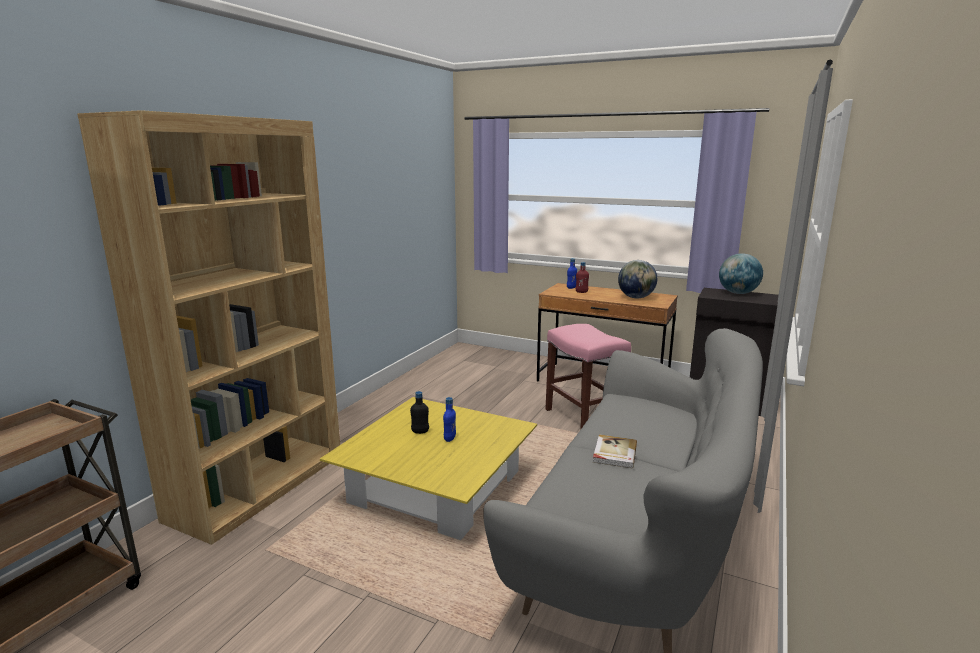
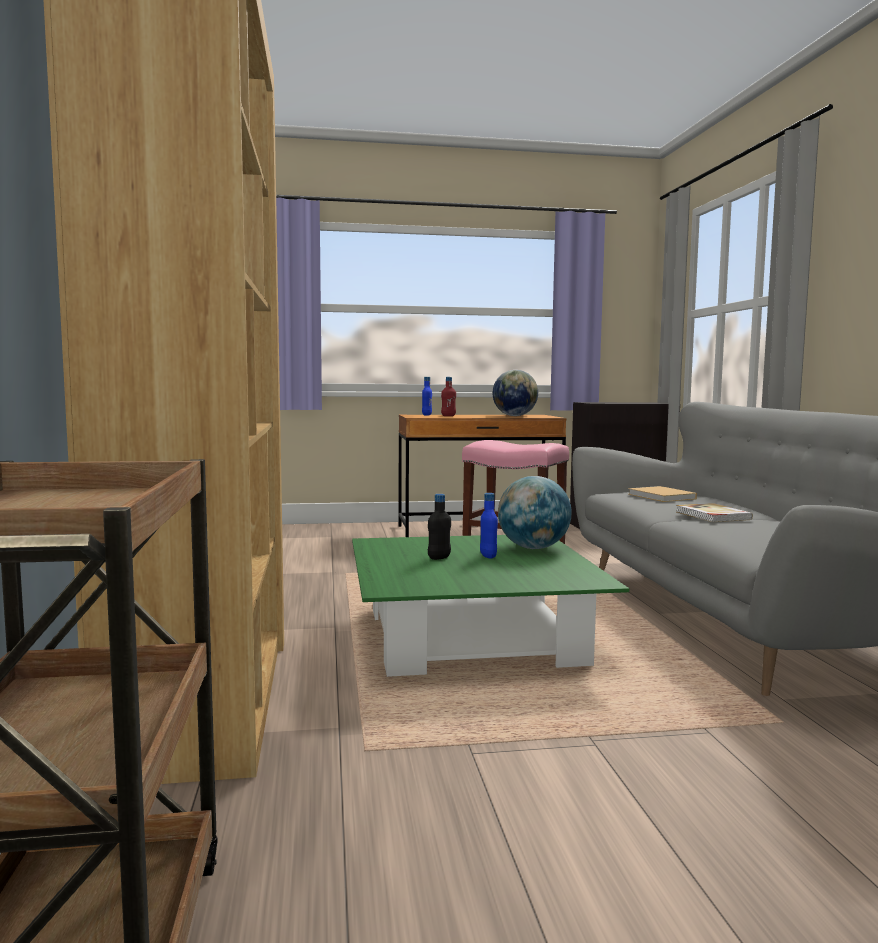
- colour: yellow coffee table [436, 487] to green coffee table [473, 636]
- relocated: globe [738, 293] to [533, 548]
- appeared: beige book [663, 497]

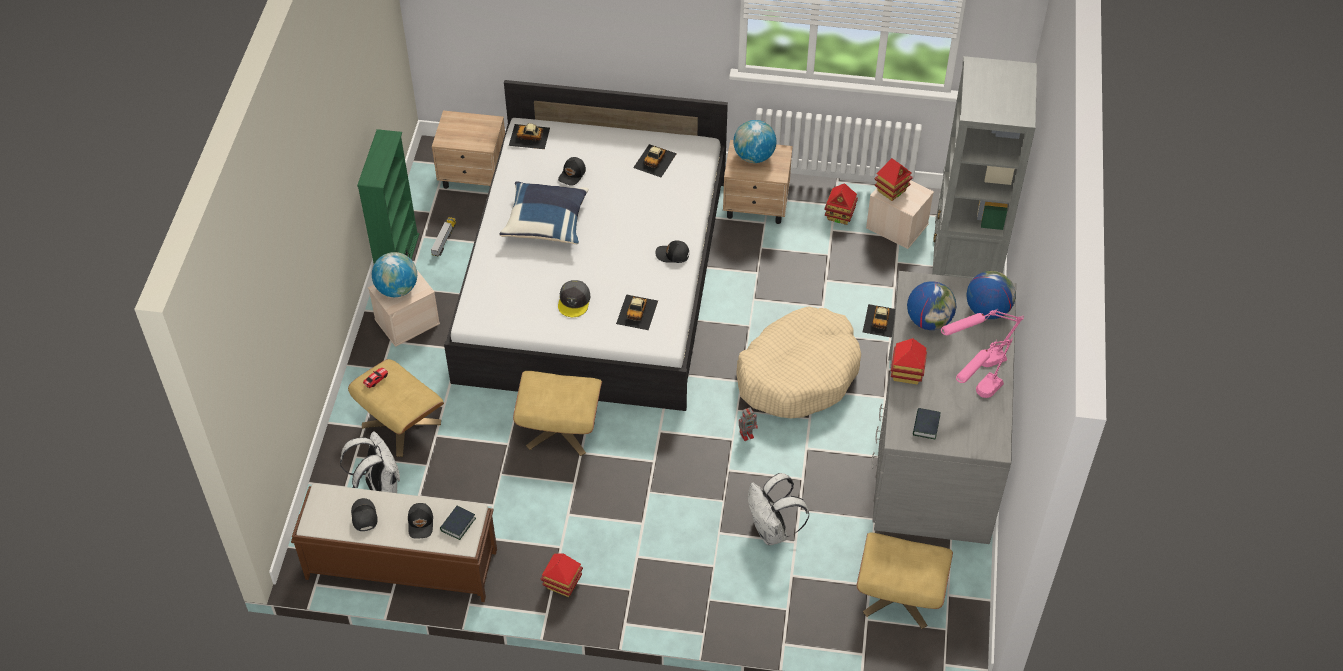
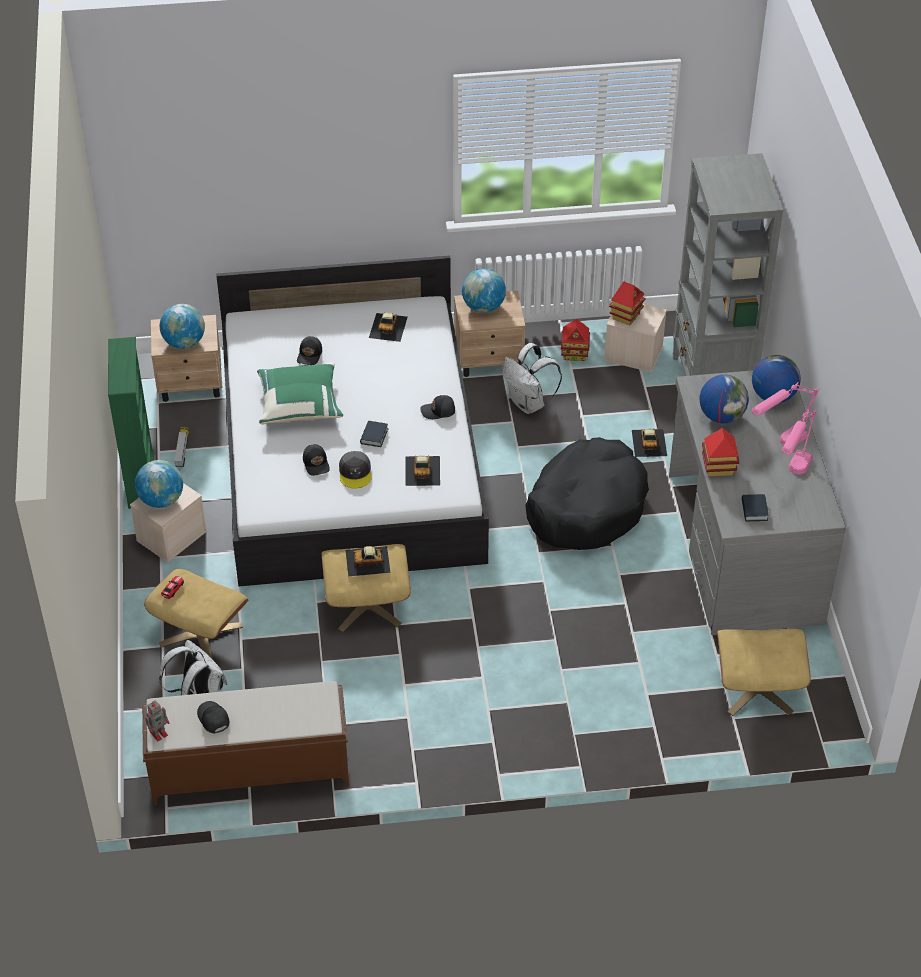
- relocated: black cap [421, 523] to [316, 463]
- relocated: book [458, 524] to [374, 436]
- colour: blue pillow [546, 223] to green pillow [300, 405]
- relocated: toy car [529, 136] to [368, 561]
- missing: toy house [562, 584]
- colour: beige dog bed [798, 373] to black dog bed [586, 507]
- relocated: toy robot [747, 434] to [159, 733]
- relocated: white backpack [772, 531] to [529, 404]
- appeared: globe [184, 342]

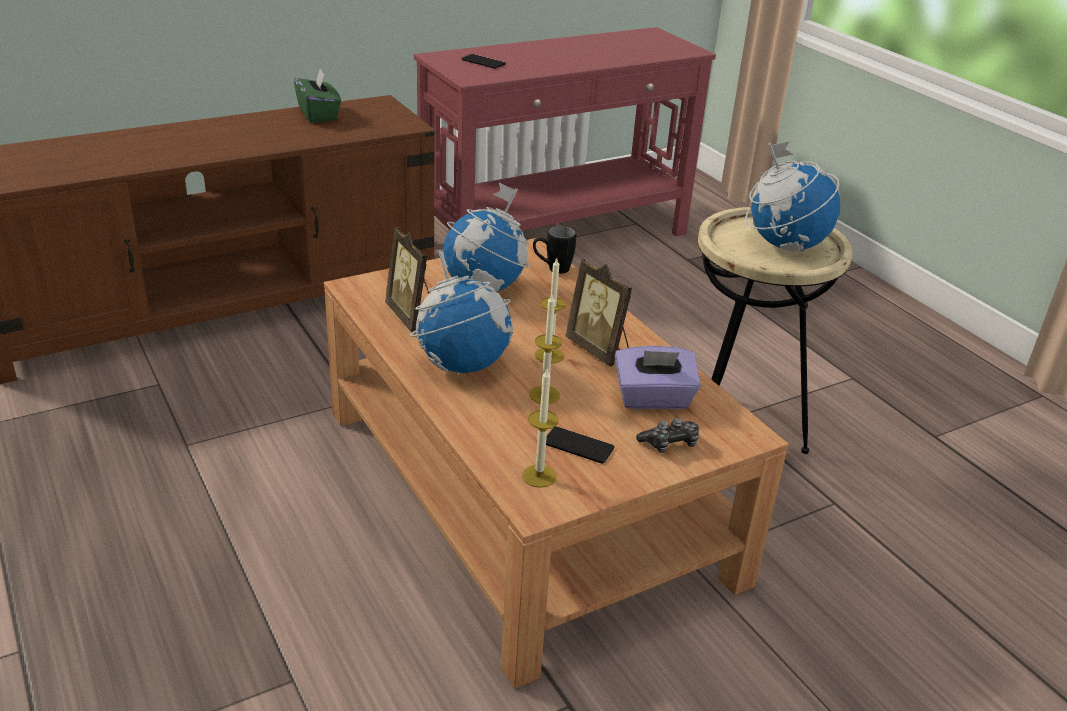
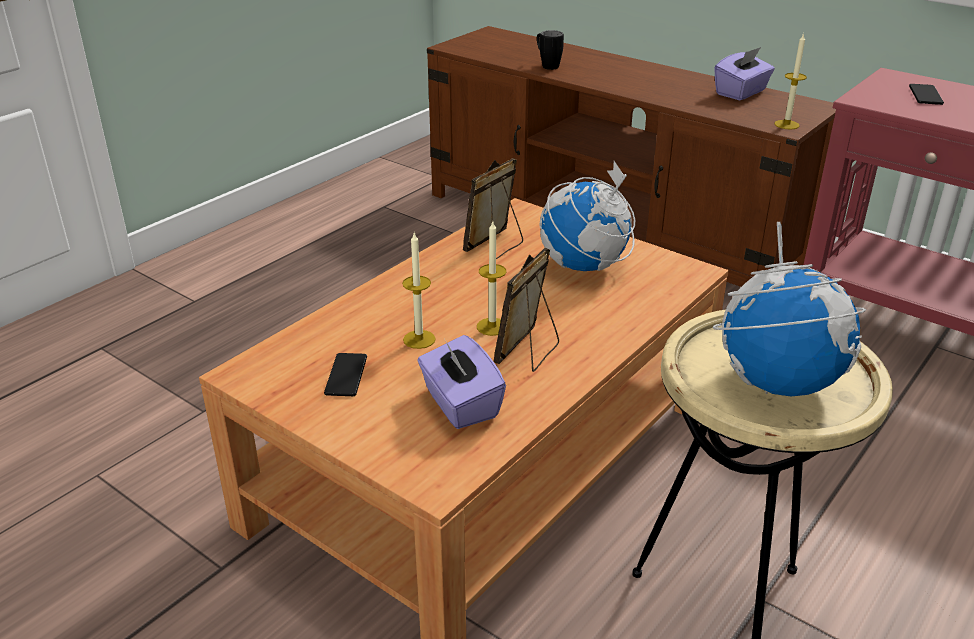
- colour: green tissue box [319, 114] to purple tissue box [741, 92]
- missing: globe [462, 364]
- relocated: candle [539, 476] to [786, 124]
- relocated: black mug [552, 269] to [547, 65]
- missing: game controller [669, 443]

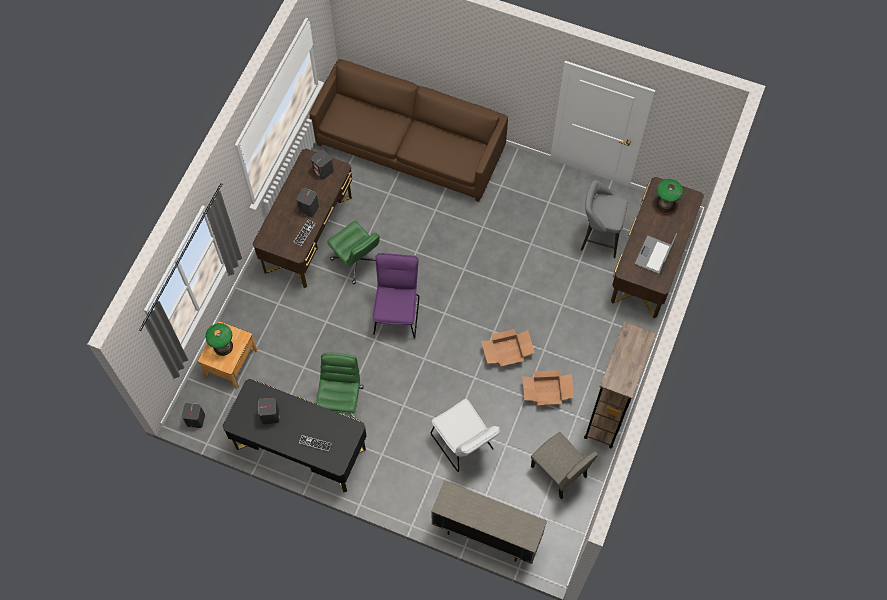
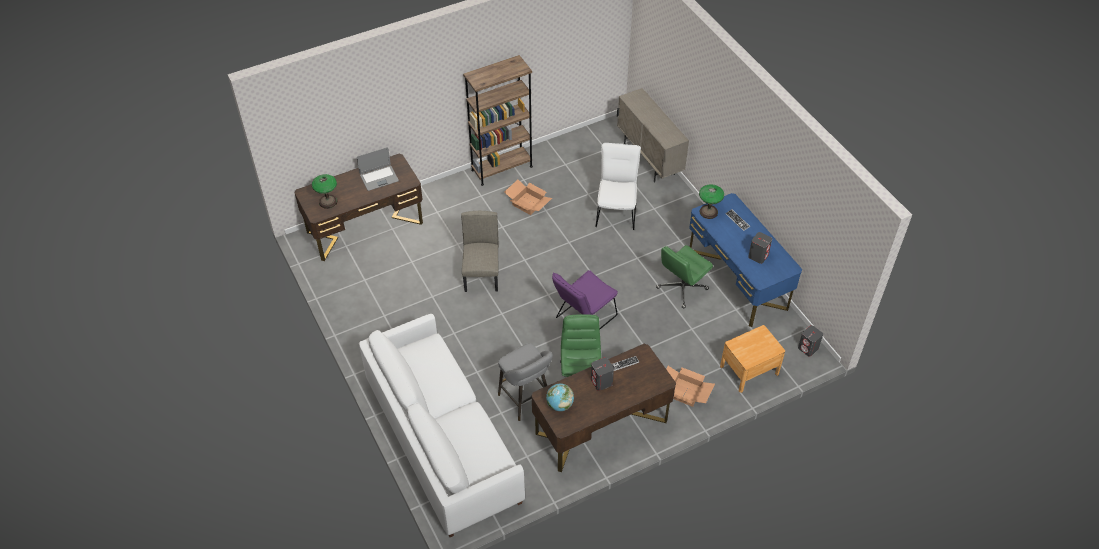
- relocated: table lamp [223, 346] to [708, 212]
- colour: black desk [300, 448] to blue desk [737, 279]
- colour: brown sofa [410, 147] to white sofa [442, 439]
- exchanged: grey speaker [323, 171] to globe [559, 405]
- relocated: cardboard box [507, 351] to [684, 392]
- relocated: beige chair [558, 471] to [482, 276]
- relocated: grey stool [598, 238] to [526, 400]

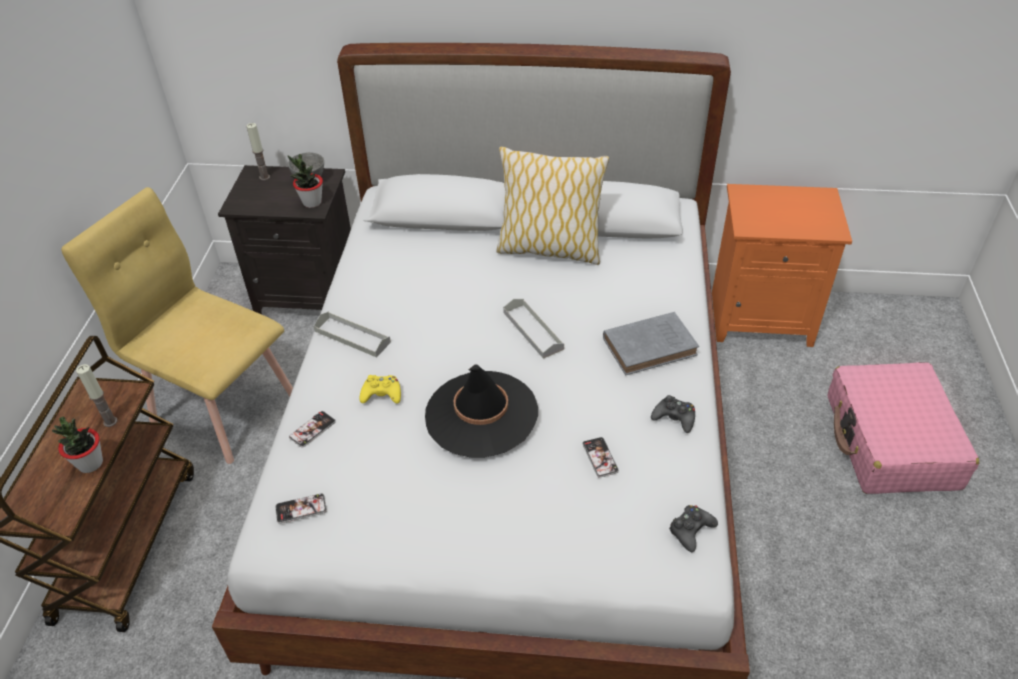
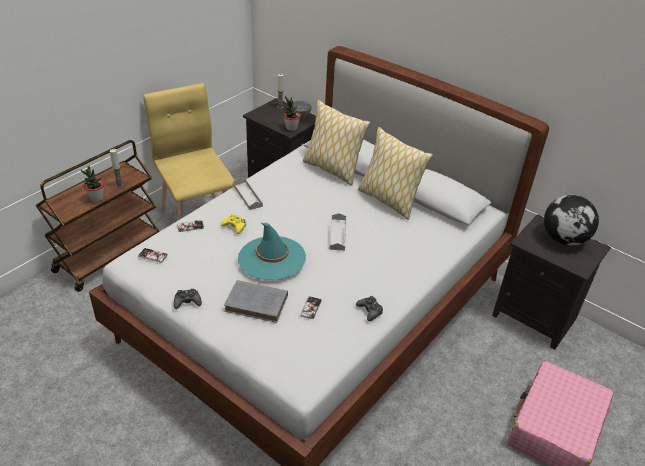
- colour: black hat [481, 414] to turquoise hat [271, 258]
- relocated: grey book [651, 346] to [258, 304]
- relocated: black game controller [691, 530] to [187, 301]
- colour: orange nightstand [762, 317] to black nightstand [535, 317]
- appeared: pillow [332, 169]
- appeared: globe [564, 239]

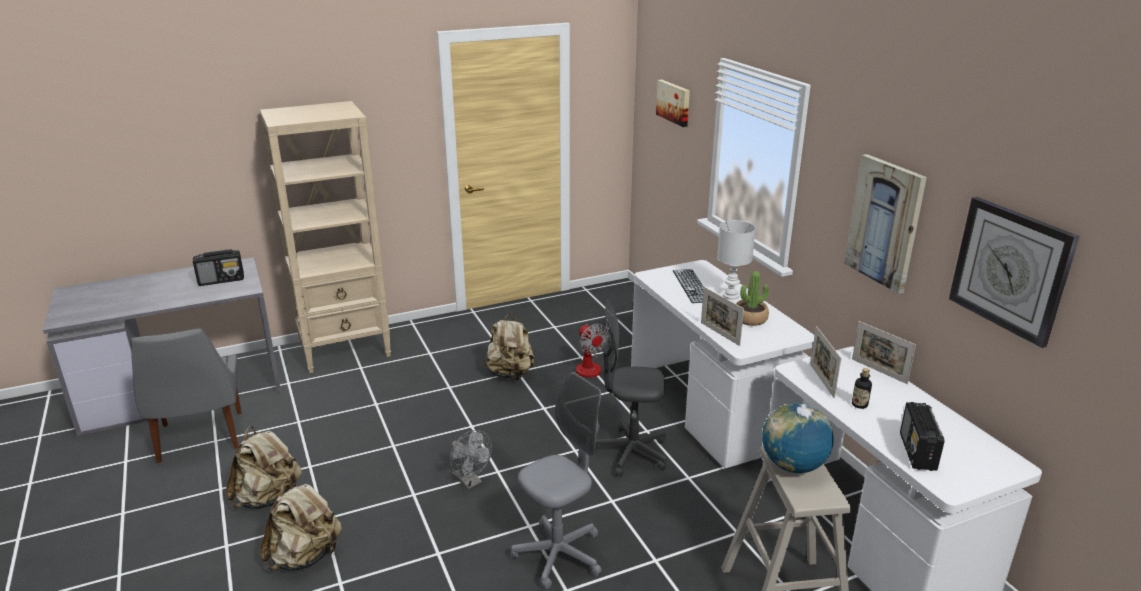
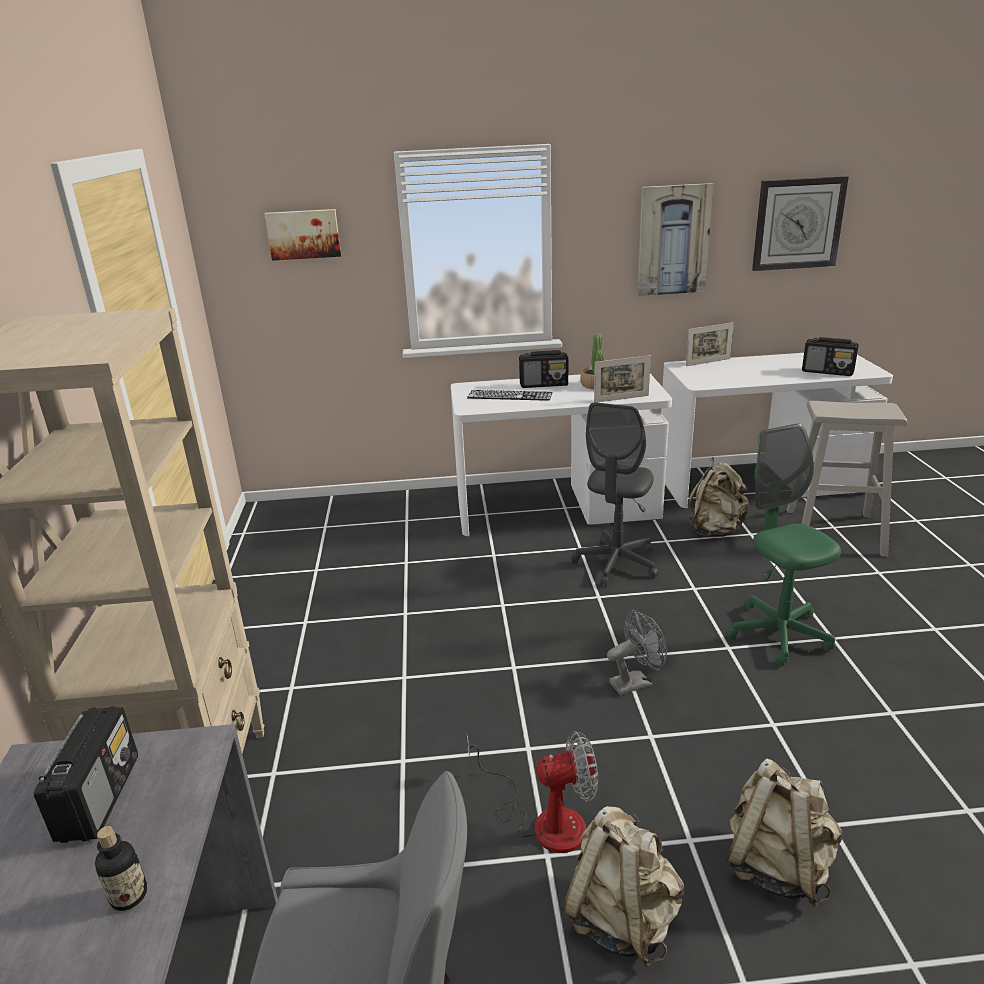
- relocated: beige backpack [510, 374] to [715, 530]
- colour: grey office chair [559, 555] to green office chair [778, 634]
- relocated: fan [592, 365] to [544, 820]
- exchanged: white table lamp [731, 295] to radio [544, 384]
- missing: globe [793, 466]
- missing: picture frame [822, 381]
- relocated: bottle [859, 404] to [129, 896]

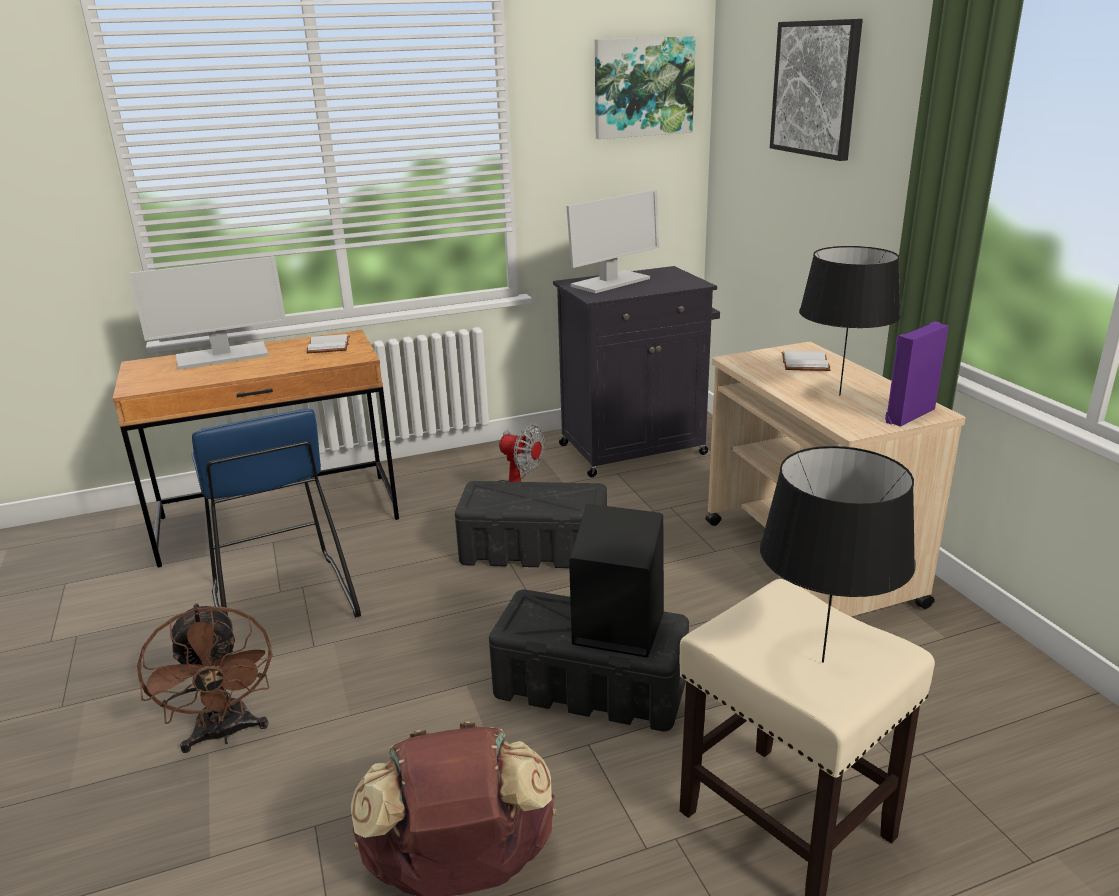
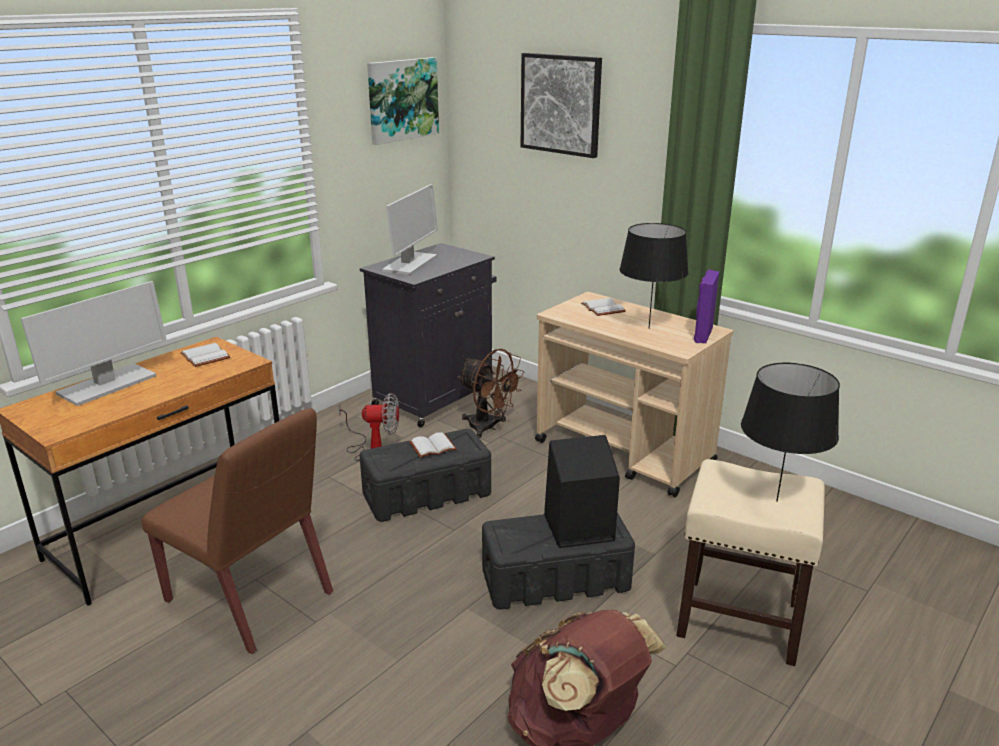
- relocated: brown fan [225, 734] to [489, 427]
- exchanged: blue stool [282, 603] to brown chair [251, 598]
- appeared: white book [432, 447]

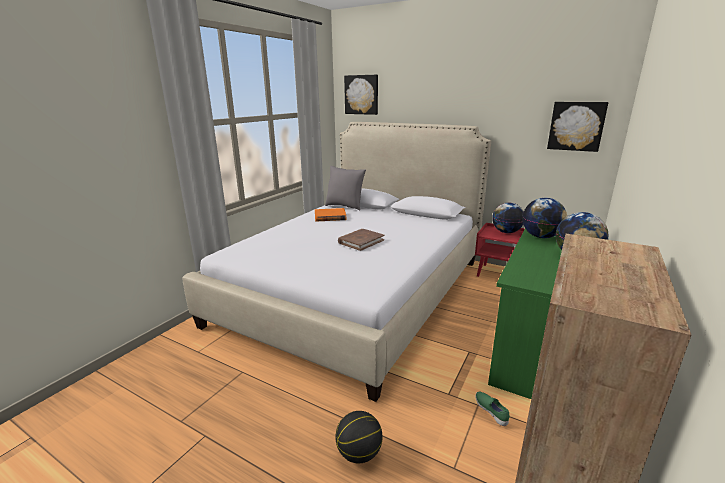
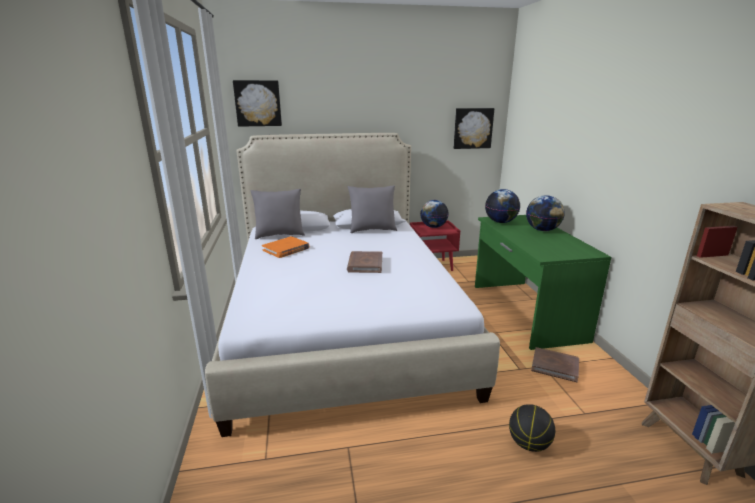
- exchanged: green shoe [491, 411] to brown book [554, 366]
- appeared: grey pillow [372, 230]

